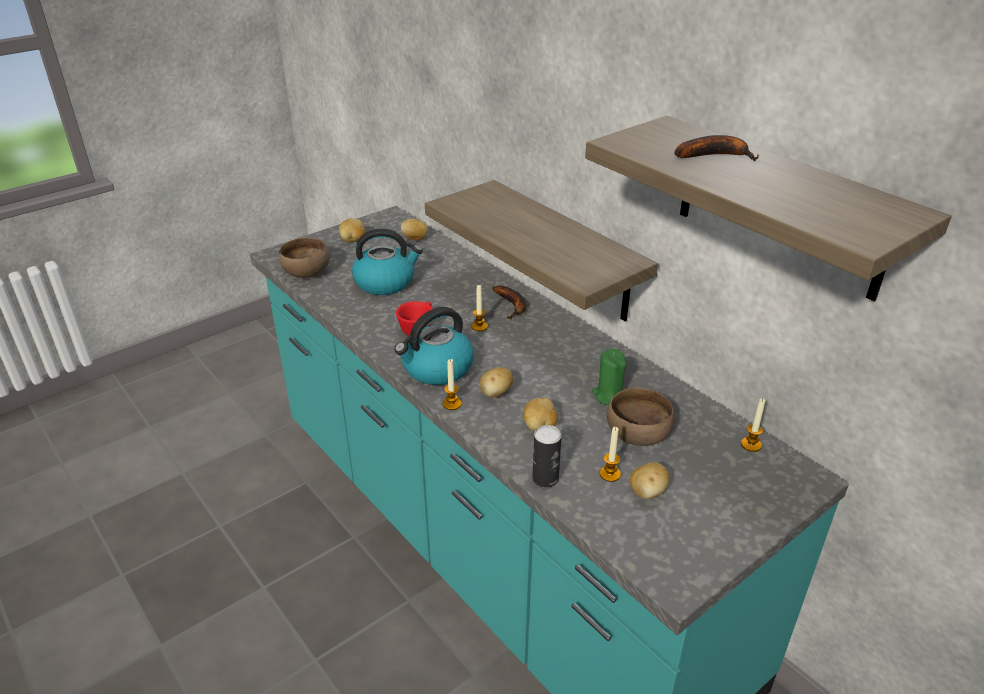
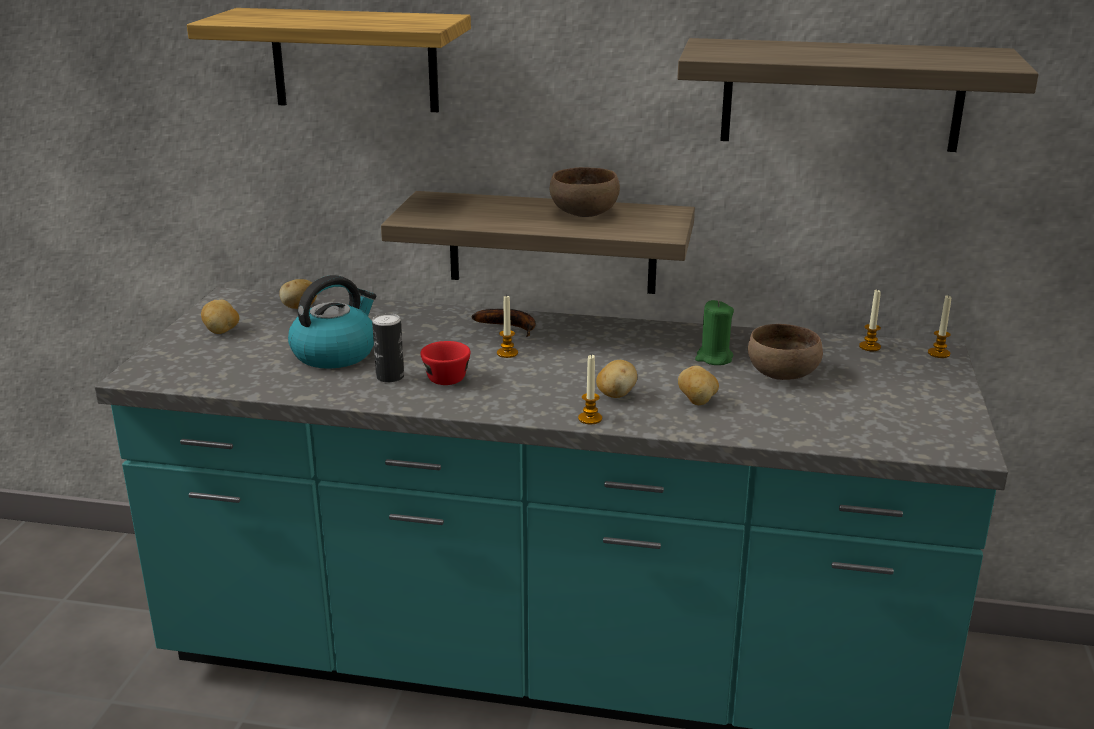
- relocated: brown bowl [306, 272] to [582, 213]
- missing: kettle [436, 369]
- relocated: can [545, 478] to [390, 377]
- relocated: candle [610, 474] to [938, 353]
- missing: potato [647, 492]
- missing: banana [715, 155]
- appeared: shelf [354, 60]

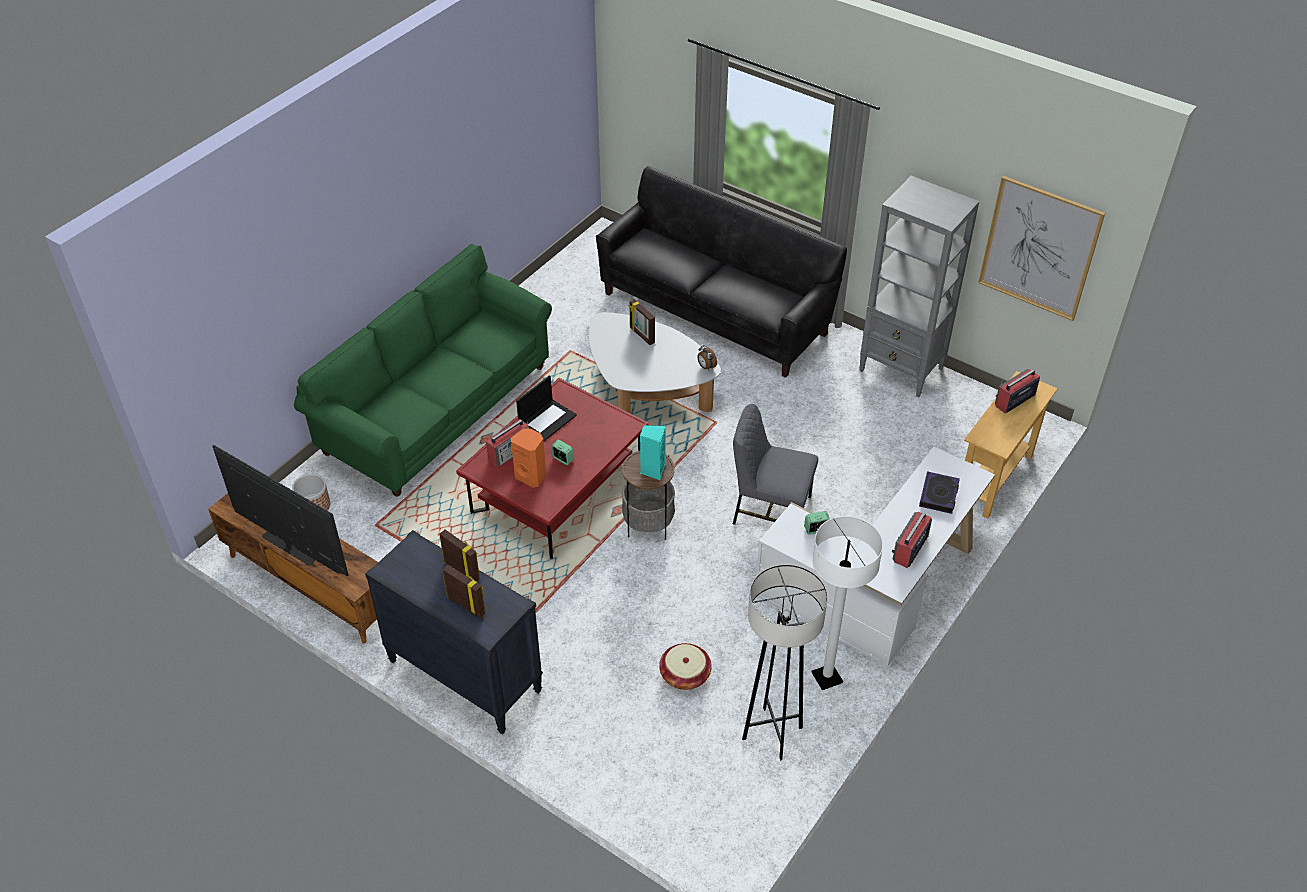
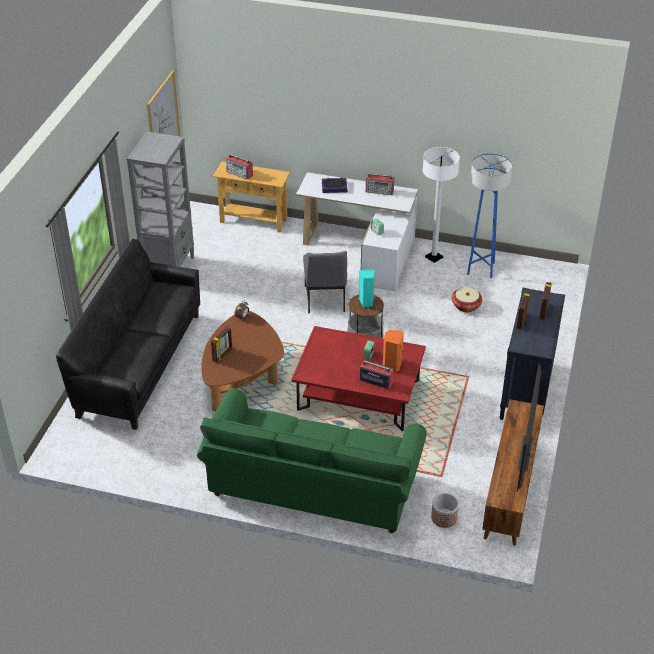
- missing: laptop [547, 420]
- colour: white coffee table [646, 392] to brown coffee table [242, 378]
- colour: grey floor lamp [772, 733] to blue floor lamp [481, 269]

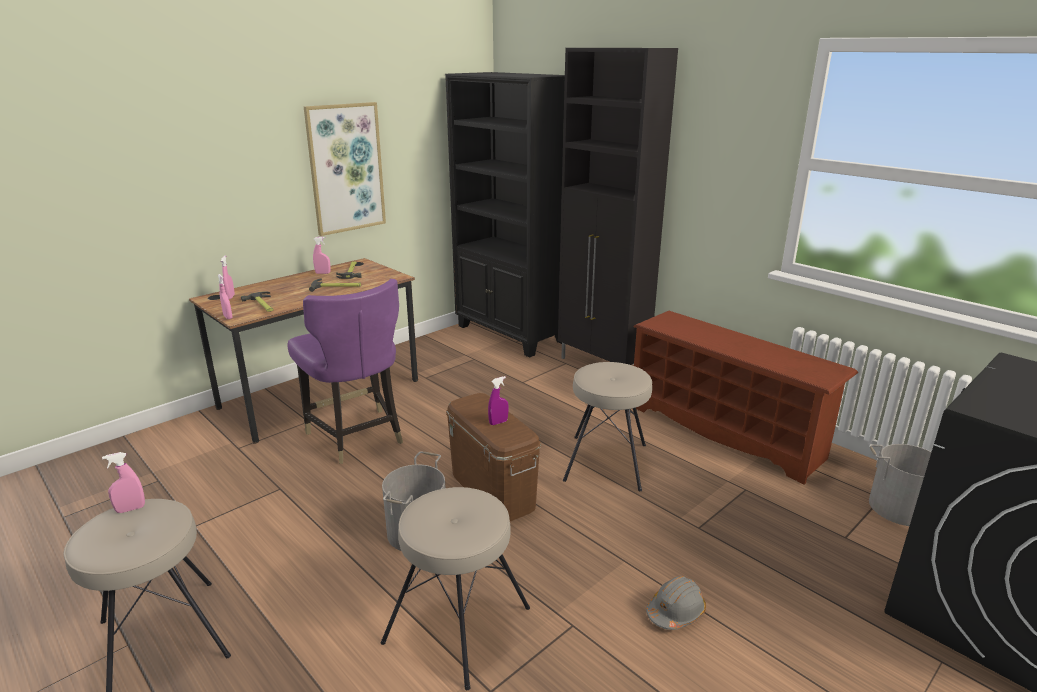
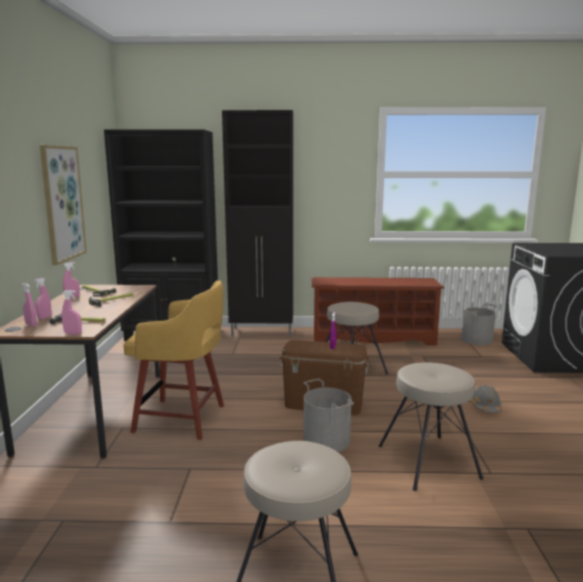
- relocated: pink spray bottle [130, 509] to [44, 317]
- exchanged: purple chair [356, 436] to yellow stool [183, 419]

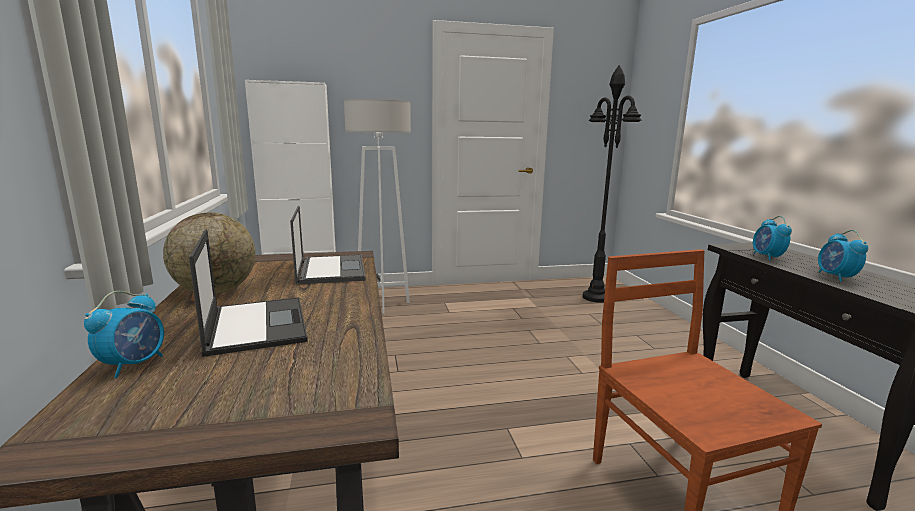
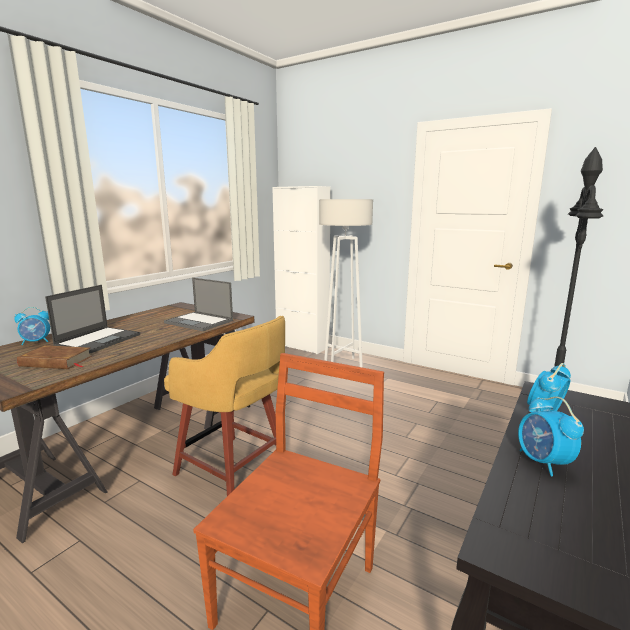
- missing: globe [216, 291]
- spun: laptop [330, 269] = [200, 322] 90 degrees clockwise
- spun: alarm clock [836, 277] = [543, 462] 60 degrees counterclockwise
- appeared: brown book [56, 361]
- appeared: yellow stool [234, 470]

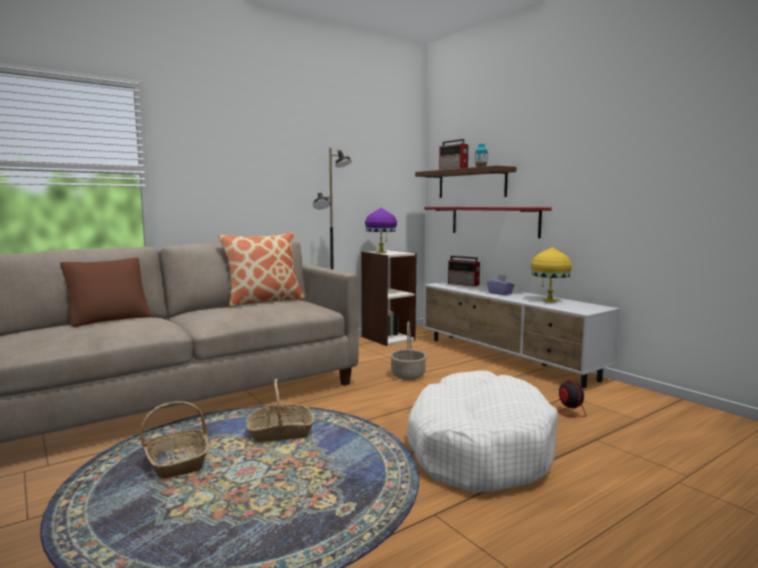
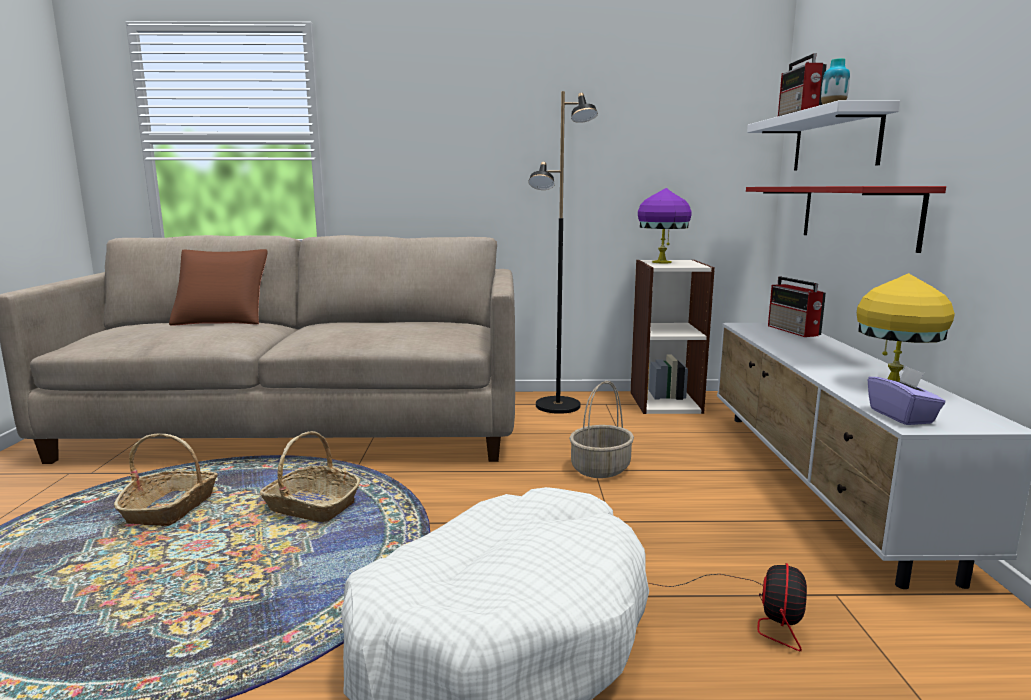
- missing: pillow [264, 301]
- colour: brown shelf [471, 183] to white shelf [835, 141]
- relocated: purple tissue box [500, 293] to [901, 416]

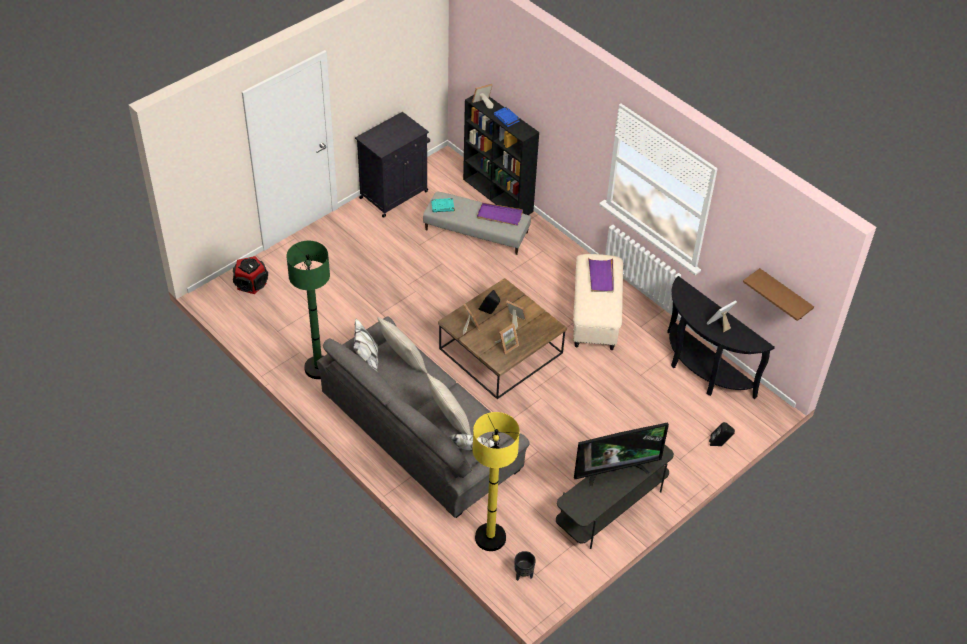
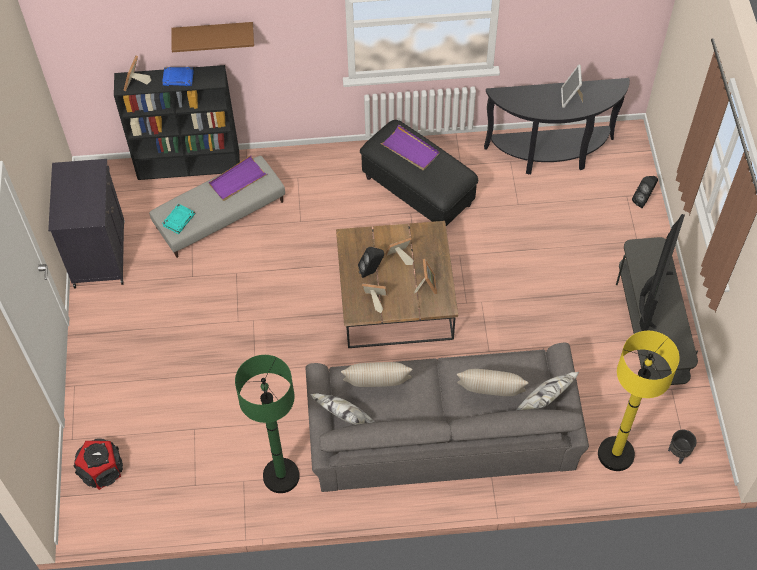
- colour: beige ottoman [596, 316] to black ottoman [419, 191]
- relocated: brown shelf [784, 295] to [213, 35]

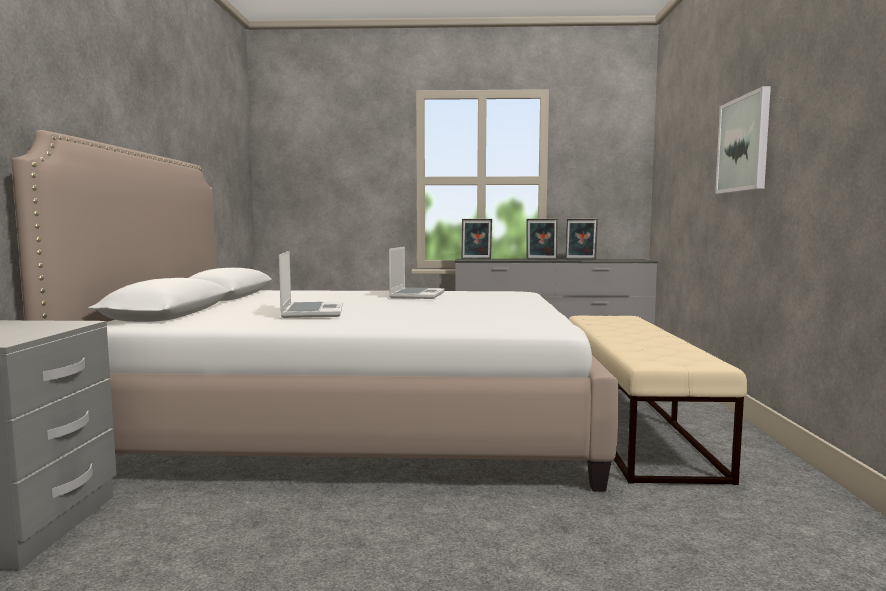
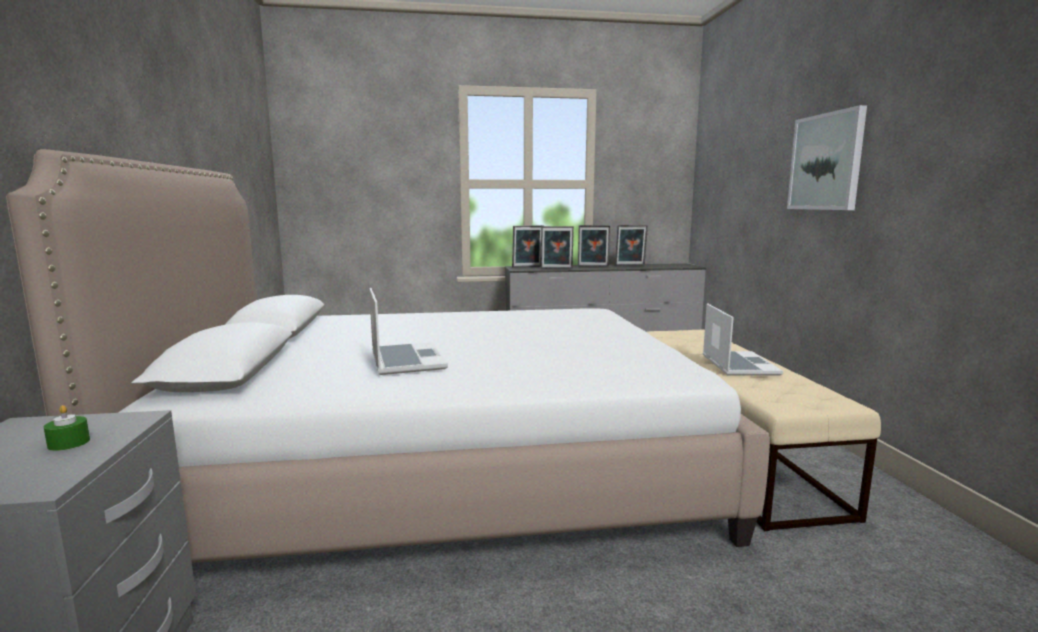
- relocated: laptop [416, 295] to [738, 365]
- appeared: green candle [69, 443]
- appeared: picture frame [556, 268]

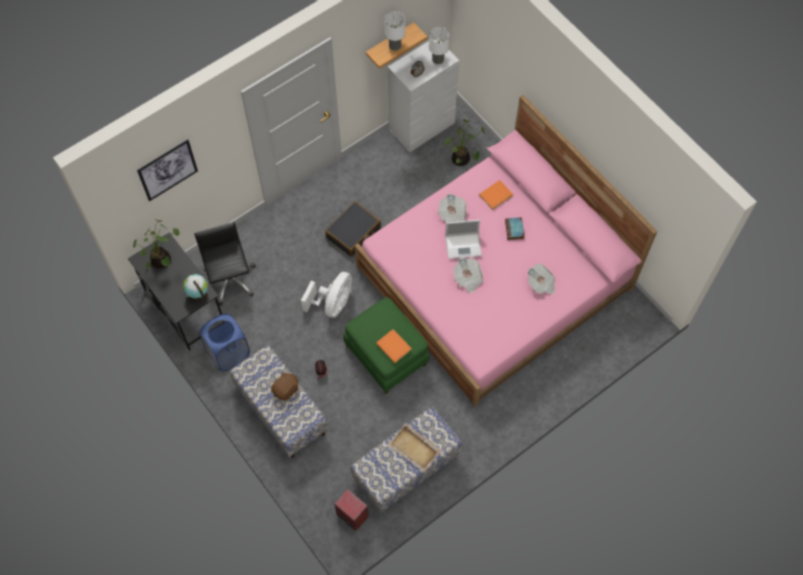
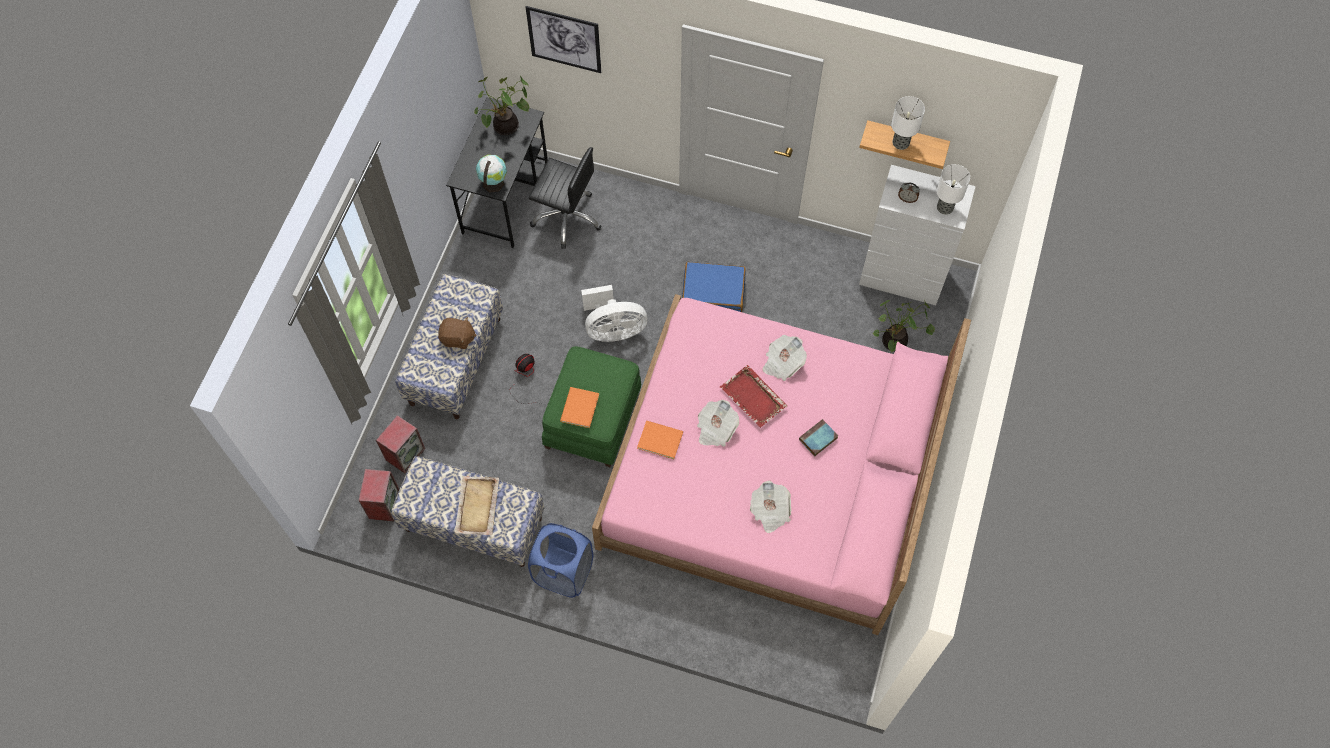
- spun: black office chair [230, 280] = [567, 217] 75 degrees clockwise
- relocated: blue laundry basket [228, 353] to [563, 572]
- colour: black suitcase [353, 233] to blue suitcase [713, 294]
- exchanged: laptop [464, 245] to red tray [753, 398]
- relocated: orange book [494, 195] to [659, 439]
- appeared: speaker [405, 453]

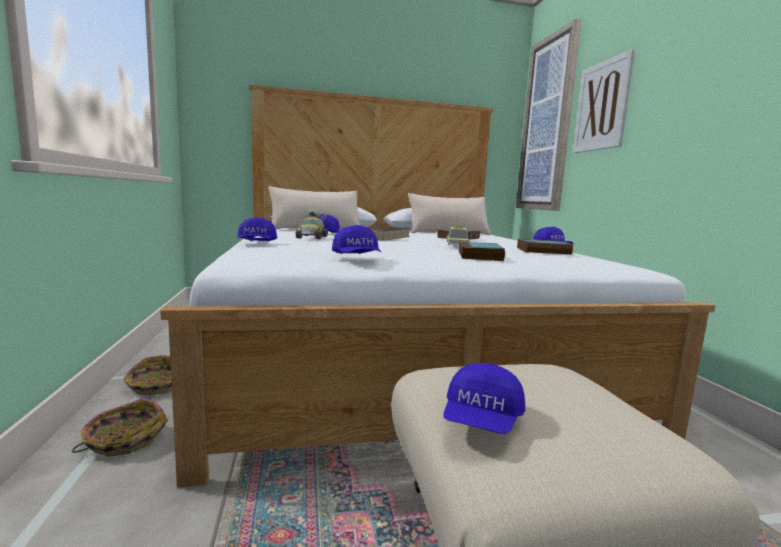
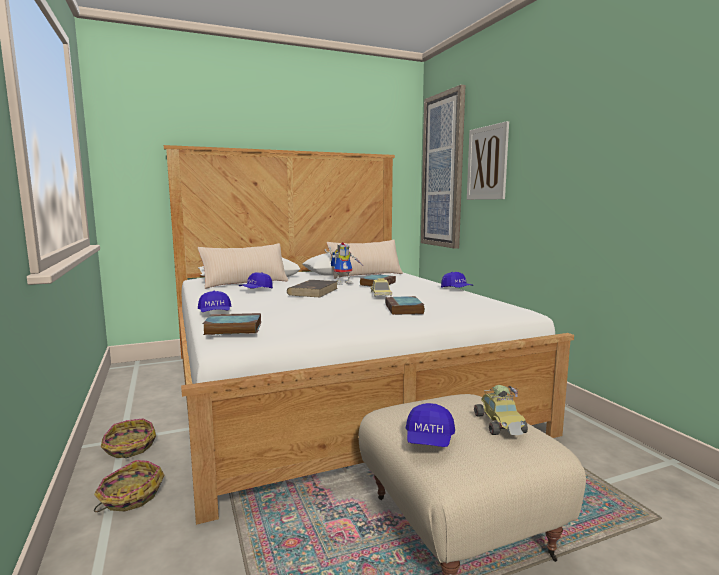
- relocated: toy car [312, 237] to [501, 424]
- missing: blue cap [357, 257]
- relocated: book [542, 251] to [231, 329]
- appeared: toy robot [344, 283]

